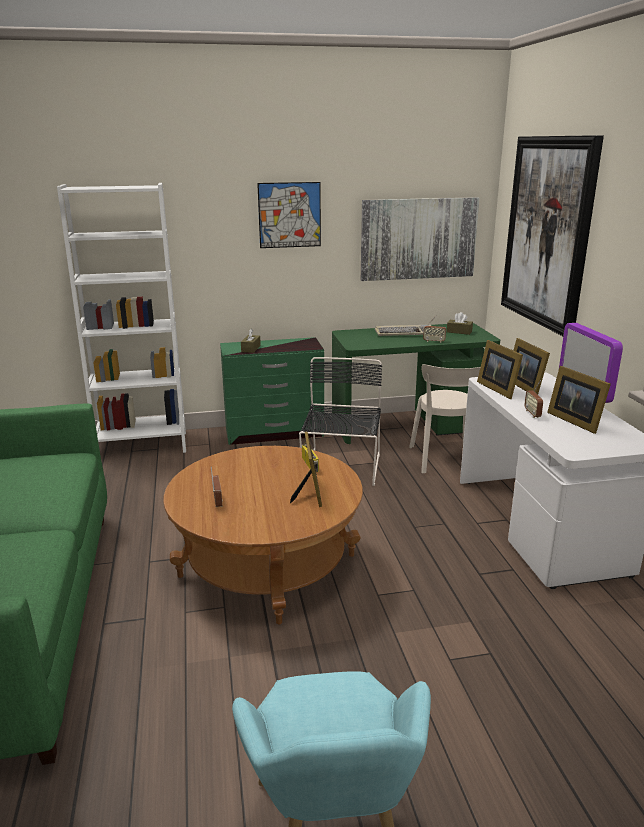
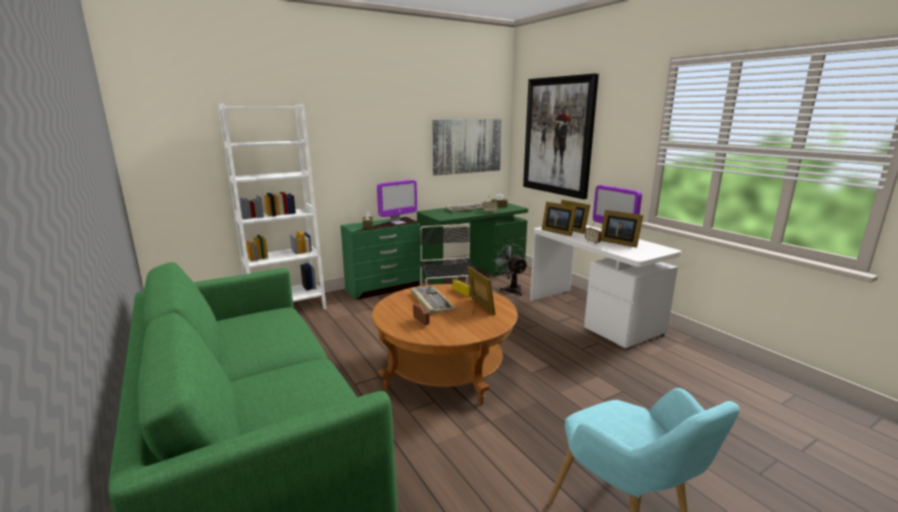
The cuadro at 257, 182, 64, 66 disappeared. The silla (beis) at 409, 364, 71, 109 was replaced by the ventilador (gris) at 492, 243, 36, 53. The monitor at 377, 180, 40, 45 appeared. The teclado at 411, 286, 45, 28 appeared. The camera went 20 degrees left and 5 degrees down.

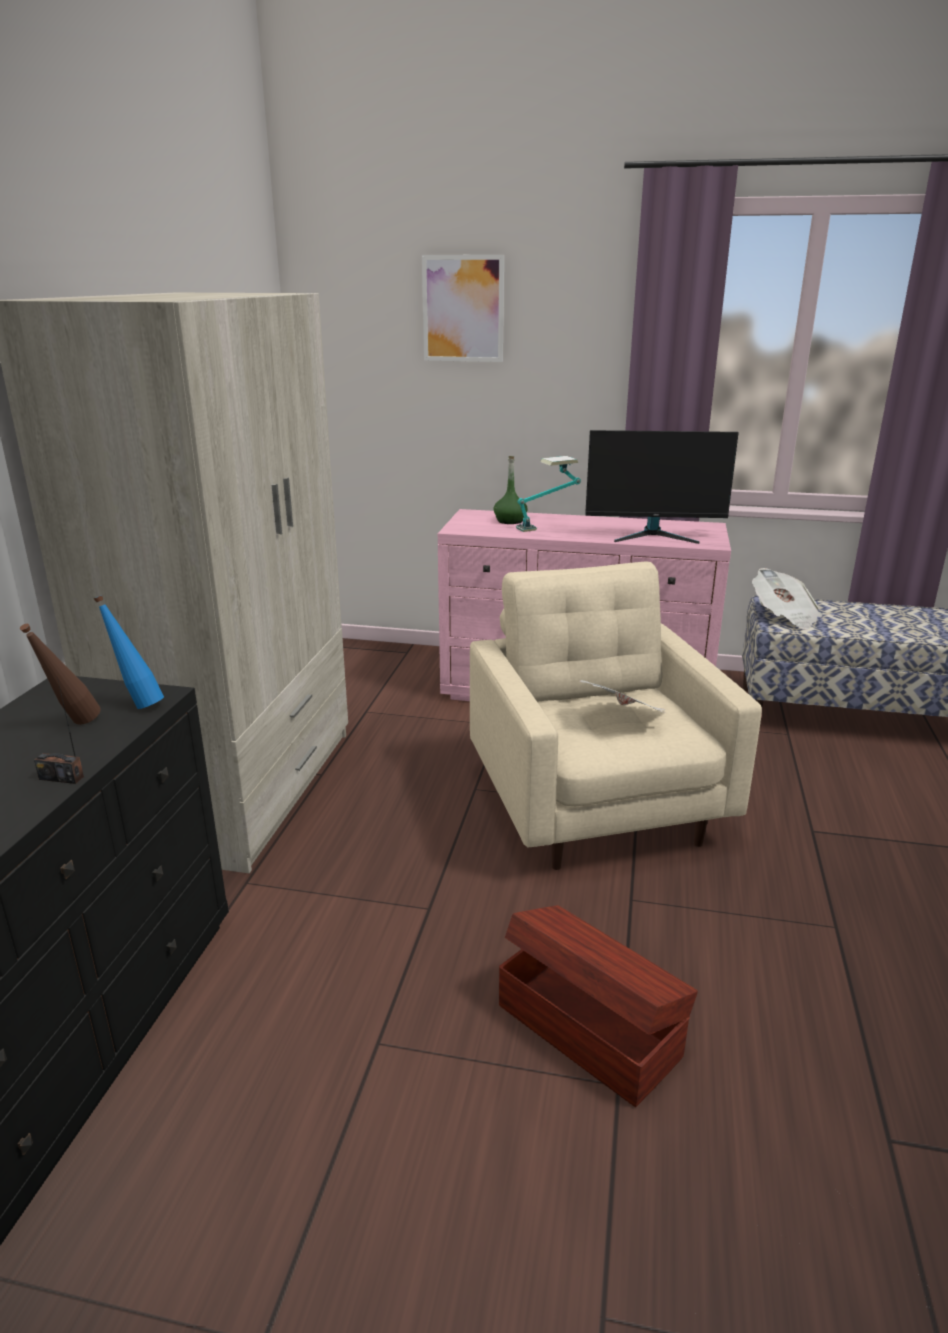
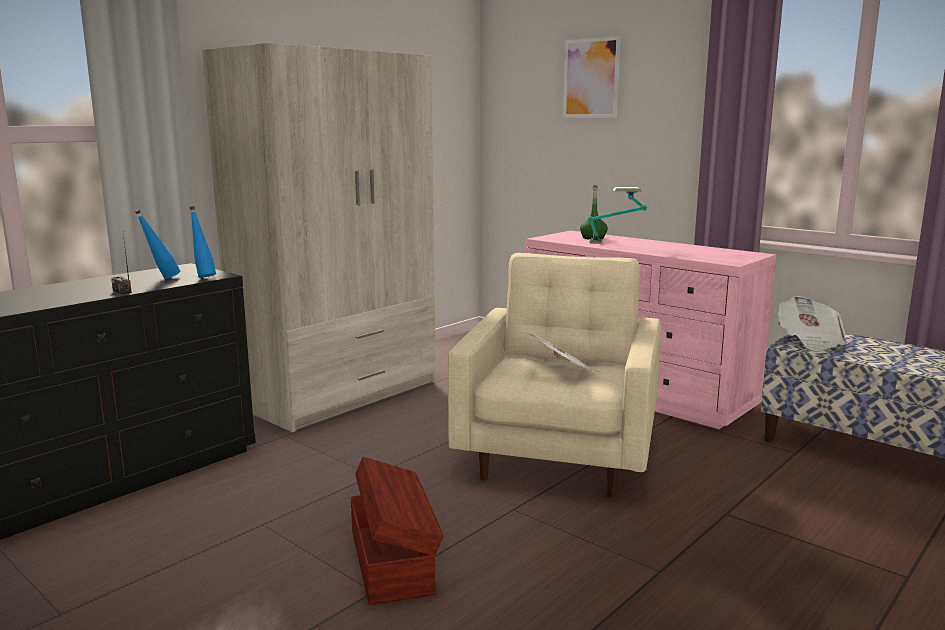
The monitor at 585, 430, 154, 114 disappeared. The botella (marrón) at 20, 624, 81, 101 became the botella (azul) at 135, 209, 45, 70. The camera went 30 degrees right and 10 degrees down.

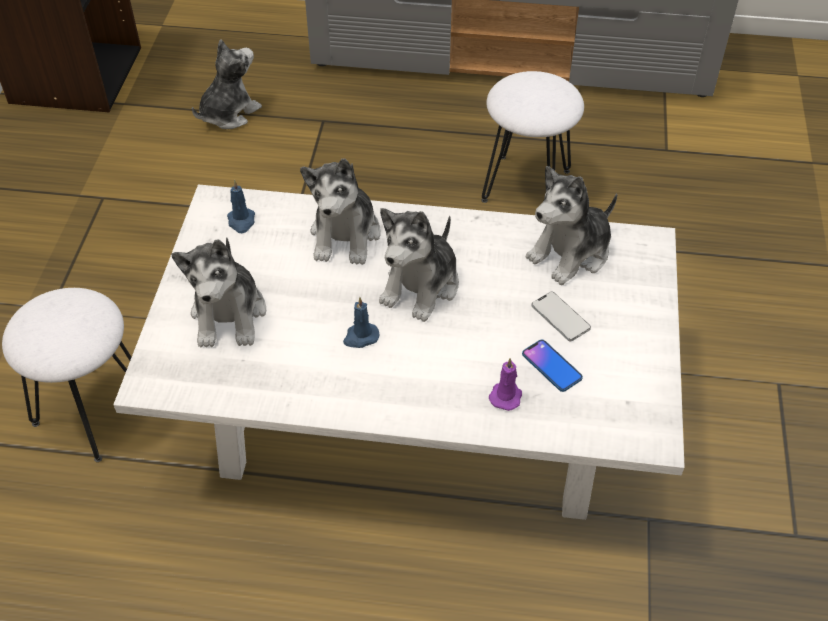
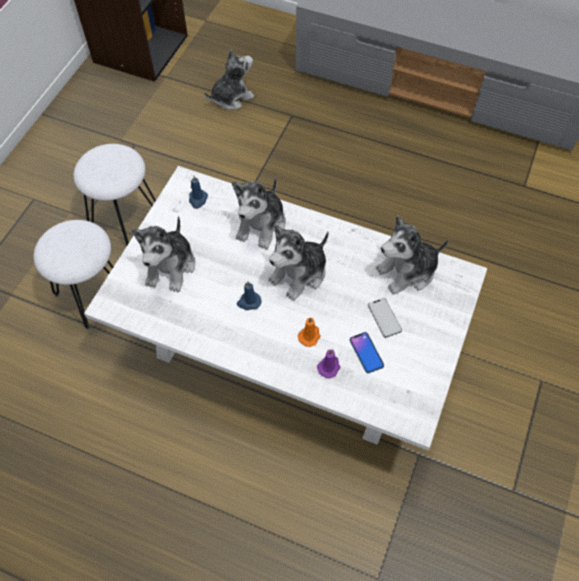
The taburete (blanco) moved from 481, 71, 103, 132 to 74, 144, 82, 101. The vela (naranja) at 298, 317, 23, 30 appeared. The camera went 15 degrees right and 10 degrees up.

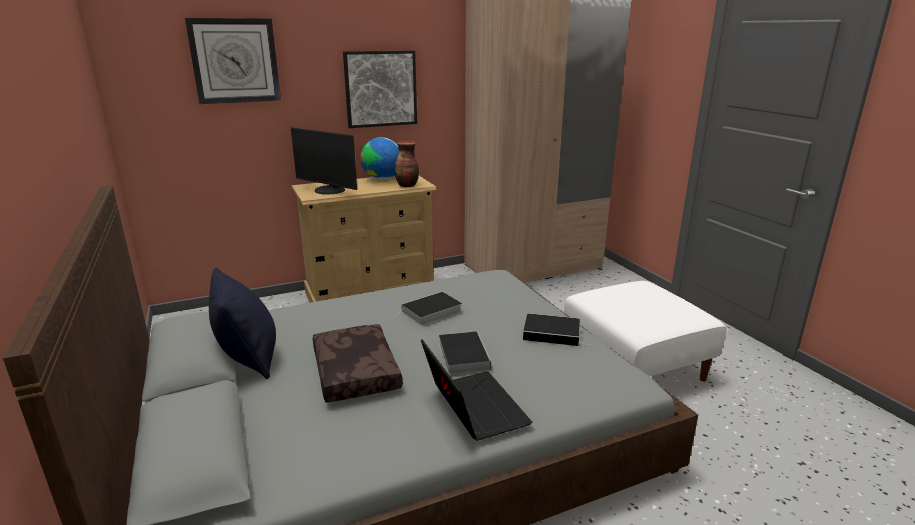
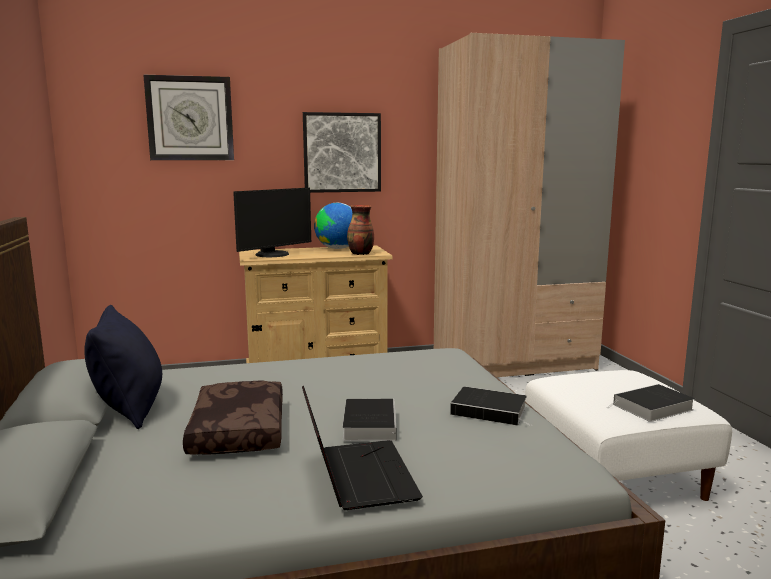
The monitor at 291, 127, 66, 68 turned 90 degrees counterclockwise. The libro moved from 396, 292, 66, 34 to 607, 384, 88, 38. The camera went 10 degrees right and 10 degrees down.

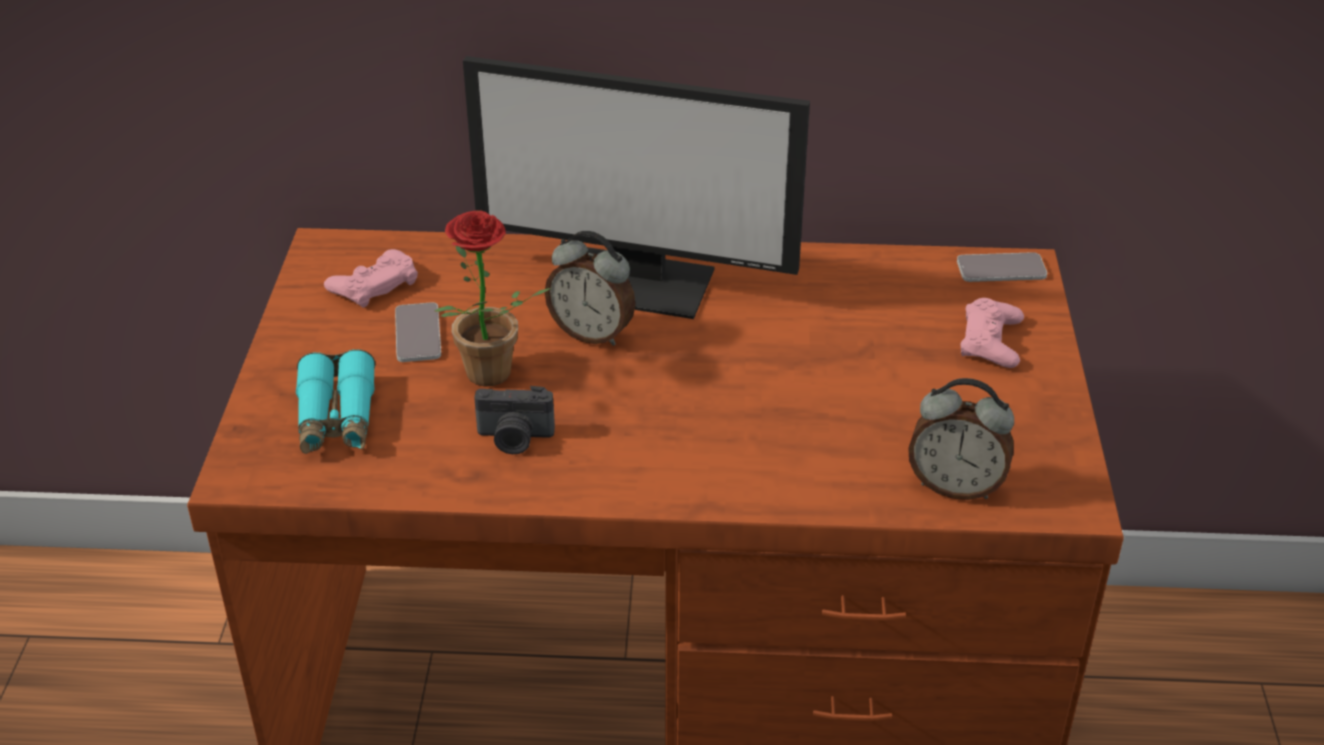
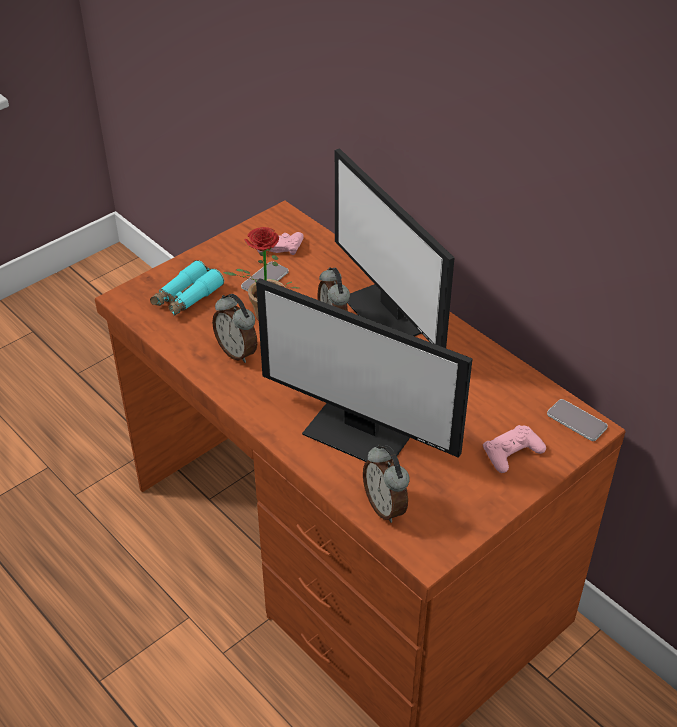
The cámara at 474, 386, 81, 68 was replaced by the despertador at 212, 294, 46, 69. The monitor at 256, 278, 217, 184 appeared. The camera went 45 degrees right and 5 degrees up.

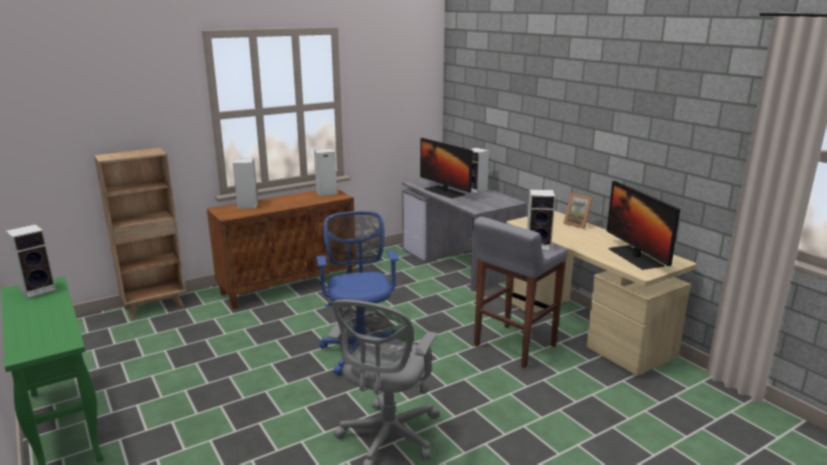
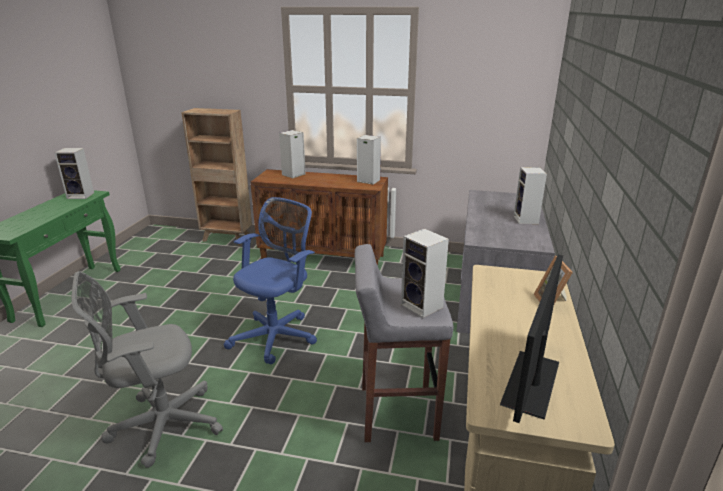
The monitor at 420, 138, 53, 60 disappeared. The camera went 45 degrees right and 5 degrees up.

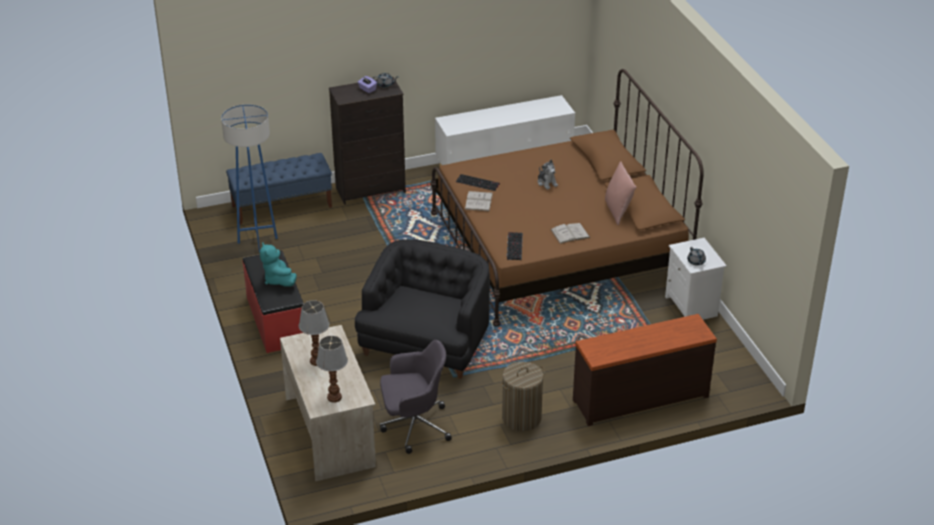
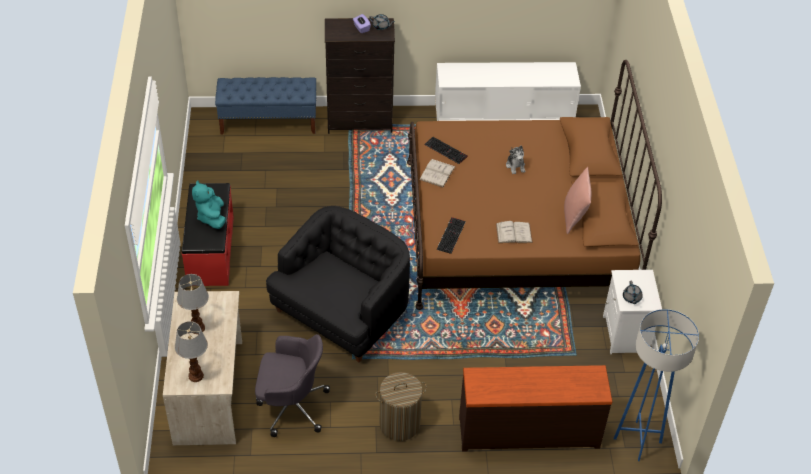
The lámpara de pie (azul) moved from 221, 105, 57, 148 to 613, 309, 86, 152. The camera went 15 degrees right and 10 degrees up.

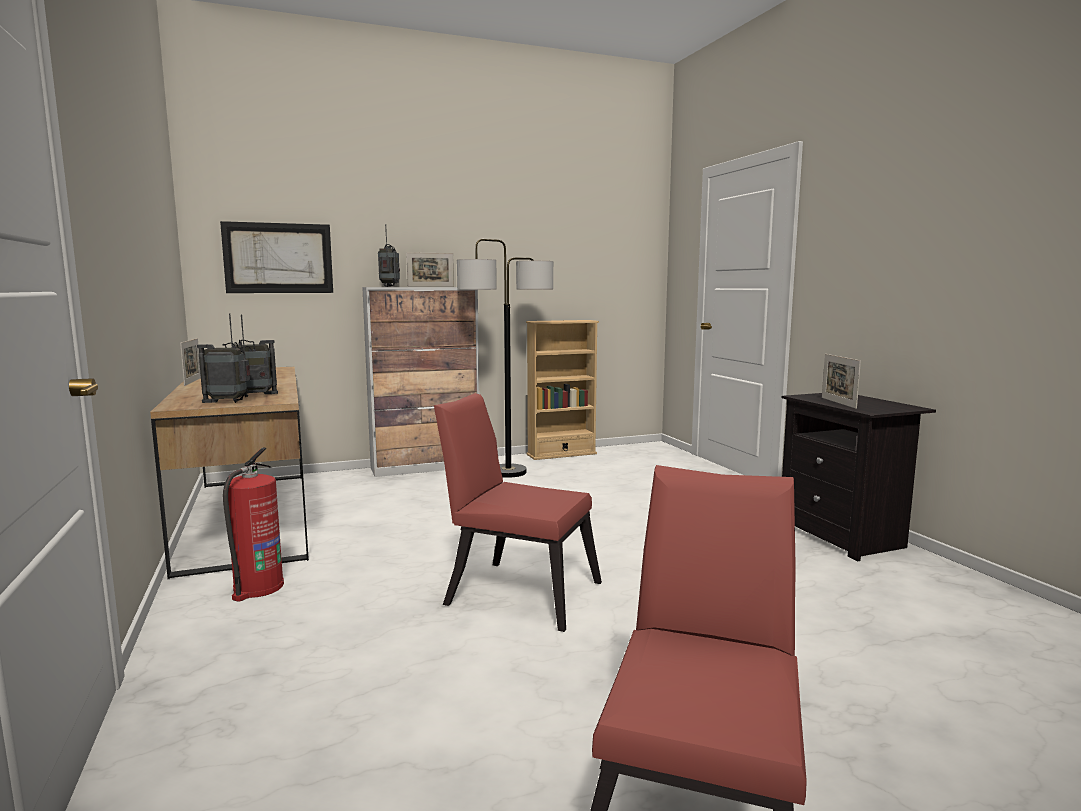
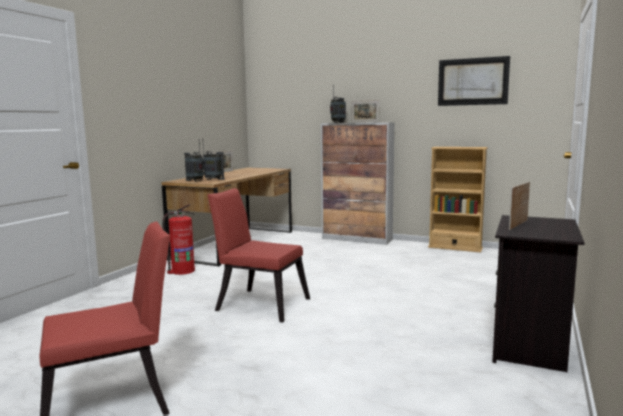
The cuadro moved from 220, 221, 113, 72 to 438, 56, 72, 50. The lámpara de pie at 457, 239, 96, 239 disappeared. The silla (rojo) at 434, 393, 168, 239 turned 45 degrees counterclockwise. The camera went 45 degrees right and 0 degrees up.

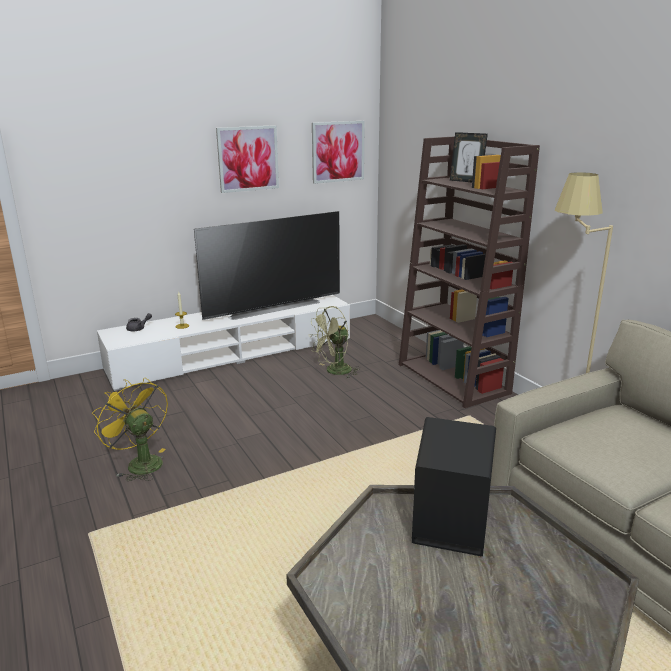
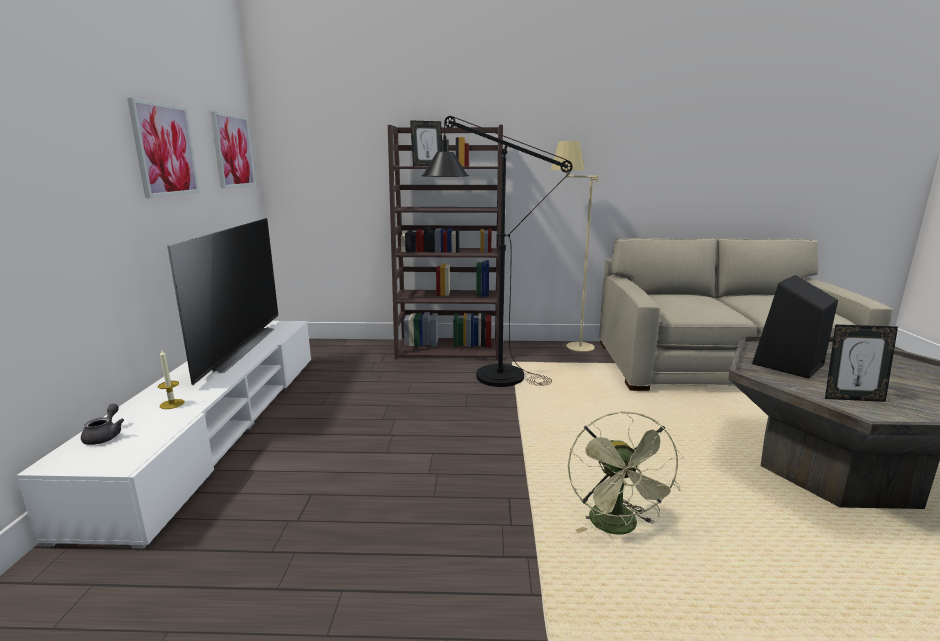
The ventilador (verde) moved from 309, 306, 51, 73 to 568, 411, 116, 124. The ventilador (amarillo) at 92, 378, 76, 103 disappeared. The lámpara de pie (negro) at 421, 116, 152, 271 appeared. The portarretratos at 825, 325, 73, 77 appeared. The camera went 60 degrees left and 5 degrees down.

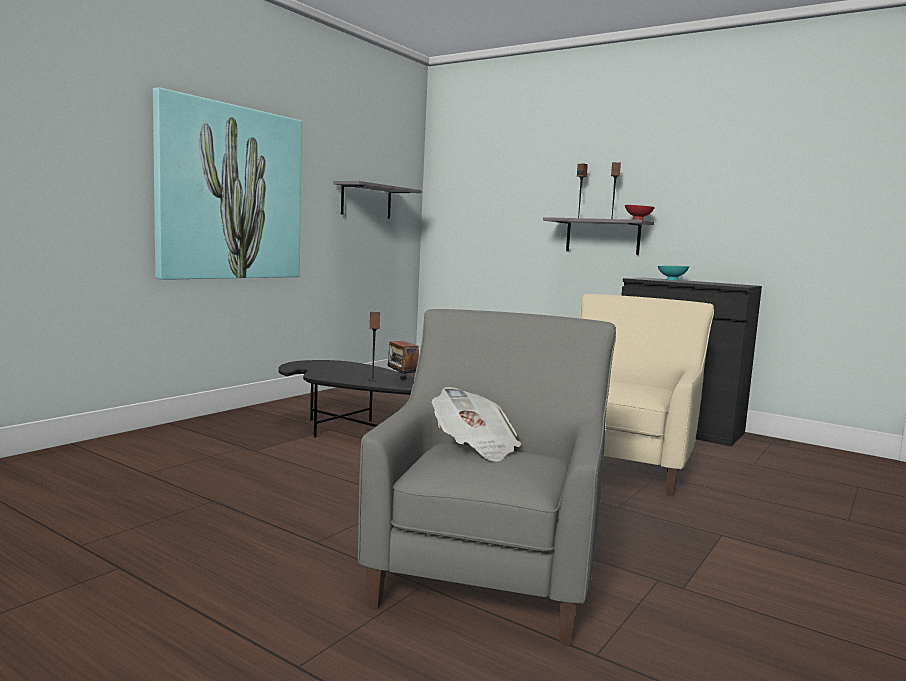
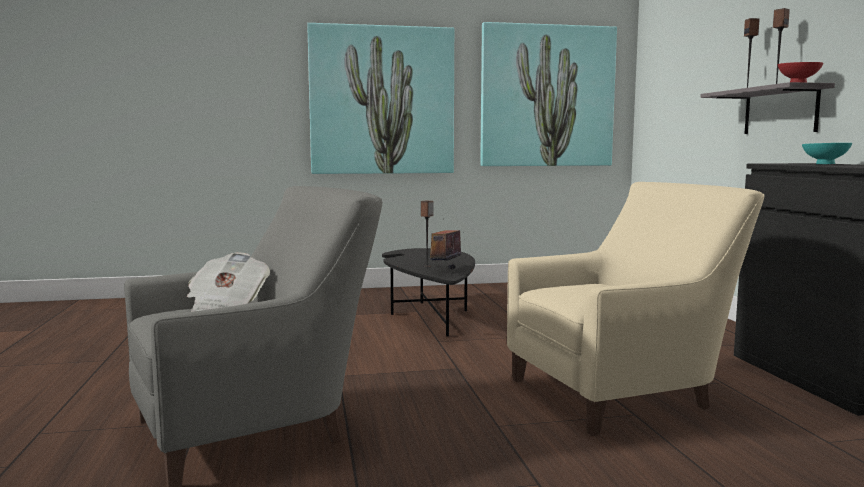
The estante (gris) at 333, 181, 89, 38 was replaced by the cuadro at 480, 22, 137, 144. The camera went 45 degrees right and 0 degrees up.

